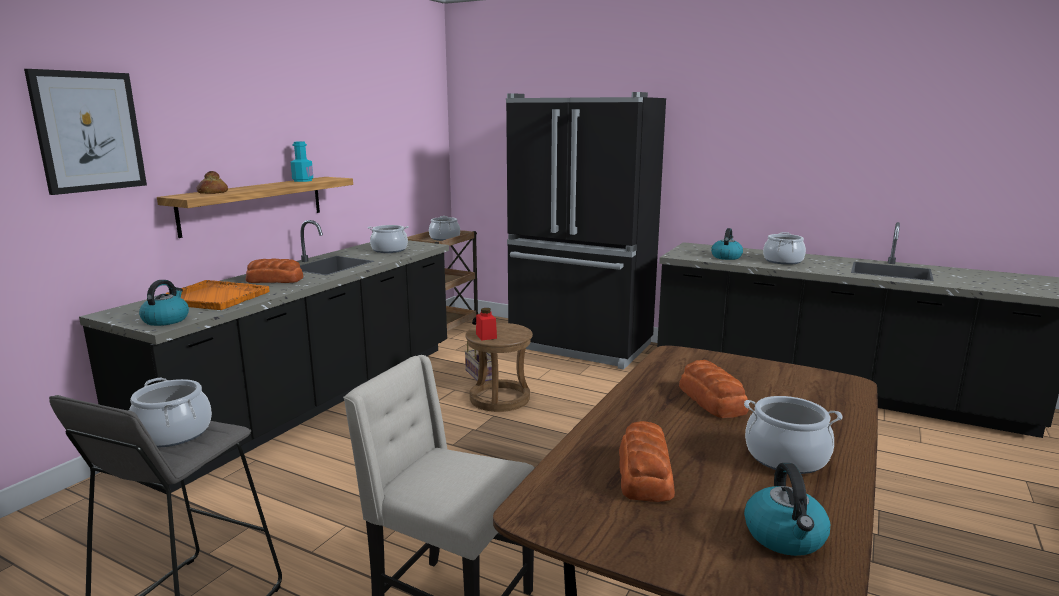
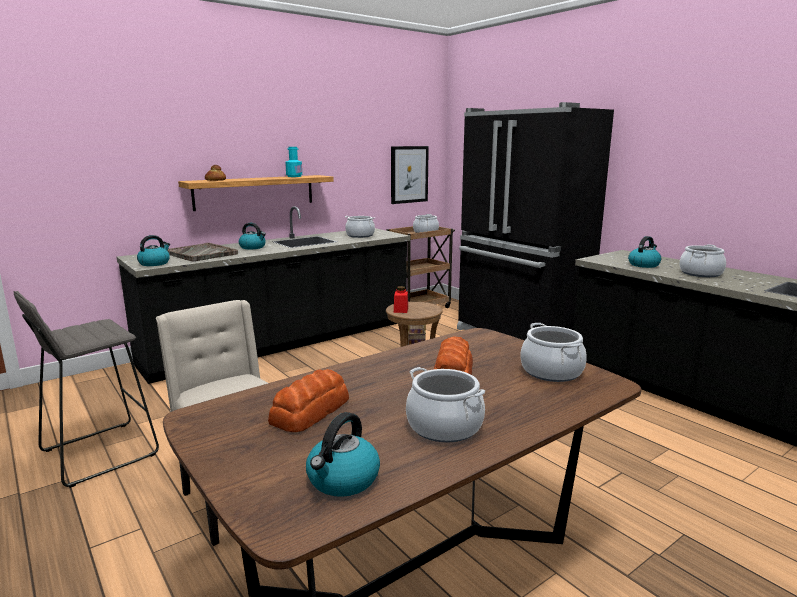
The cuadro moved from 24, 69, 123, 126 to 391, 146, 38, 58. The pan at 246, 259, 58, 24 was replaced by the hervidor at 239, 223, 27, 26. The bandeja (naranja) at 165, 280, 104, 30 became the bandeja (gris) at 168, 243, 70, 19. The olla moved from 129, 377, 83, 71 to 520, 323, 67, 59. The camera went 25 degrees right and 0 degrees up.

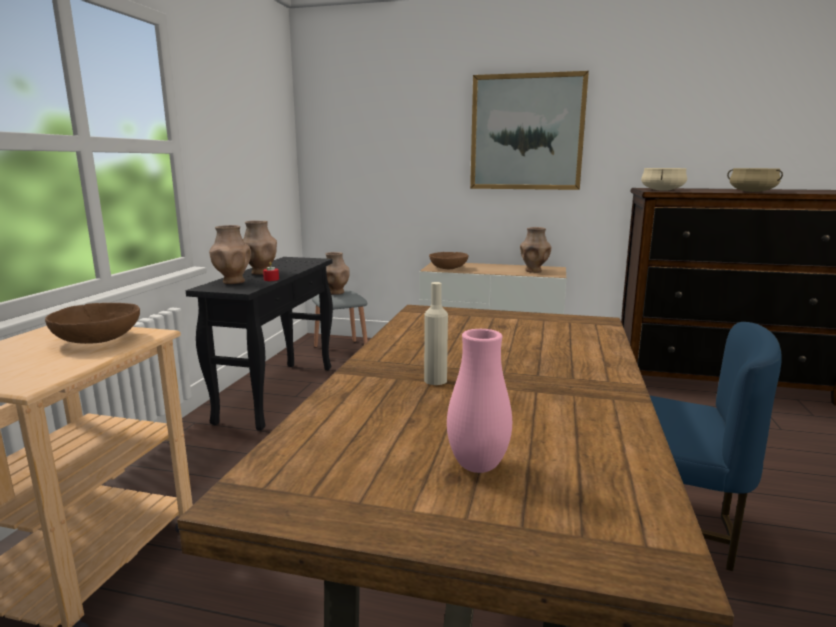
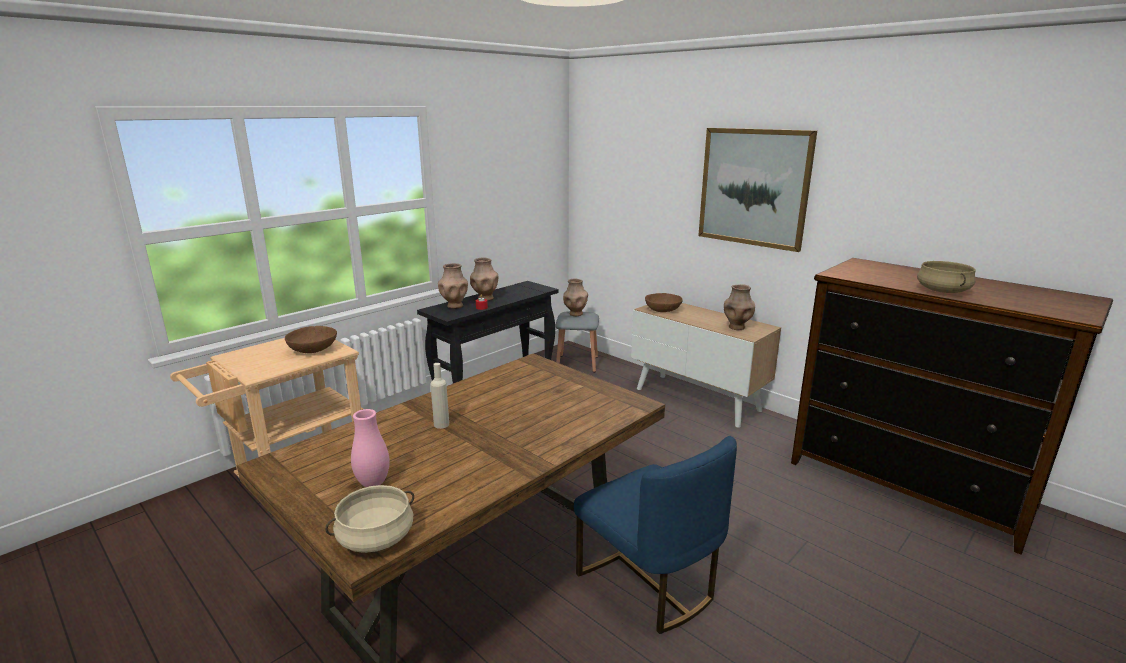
The olla (beis) moved from 641, 168, 46, 23 to 325, 485, 89, 68. The camera went 30 degrees right and 5 degrees up.

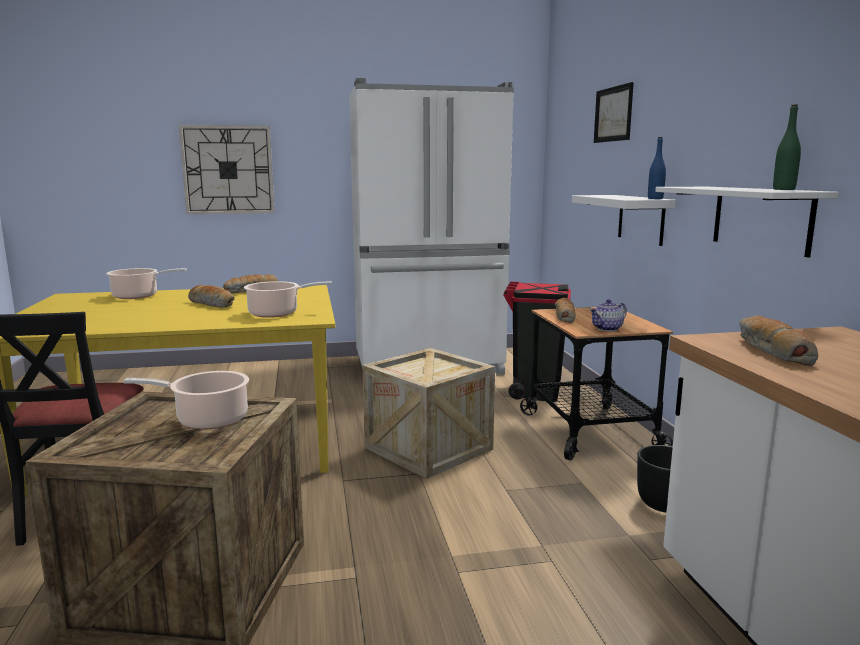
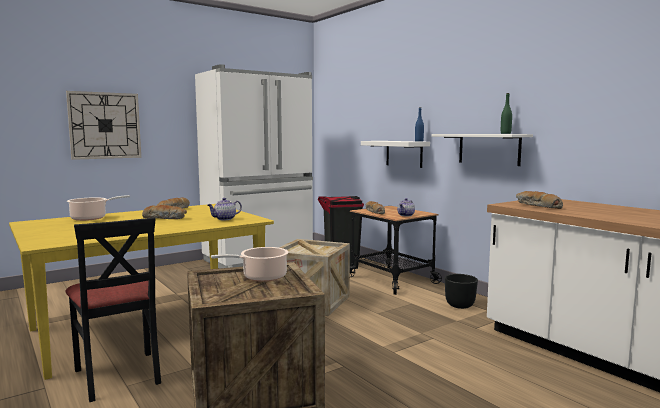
The cuadro at 594, 82, 40, 61 disappeared. The olla at 244, 281, 88, 37 was replaced by the tetera at 207, 198, 35, 22. The camera went 25 degrees left and 5 degrees down.

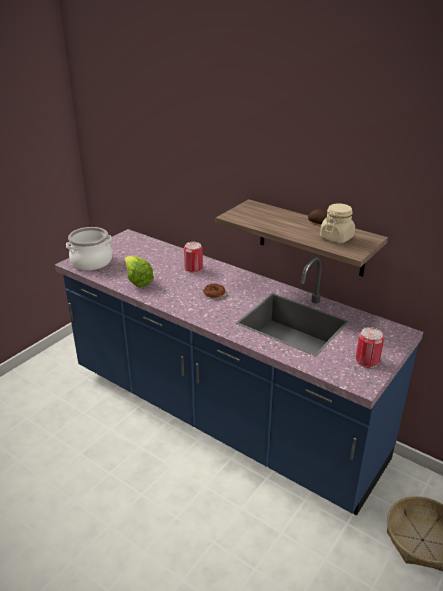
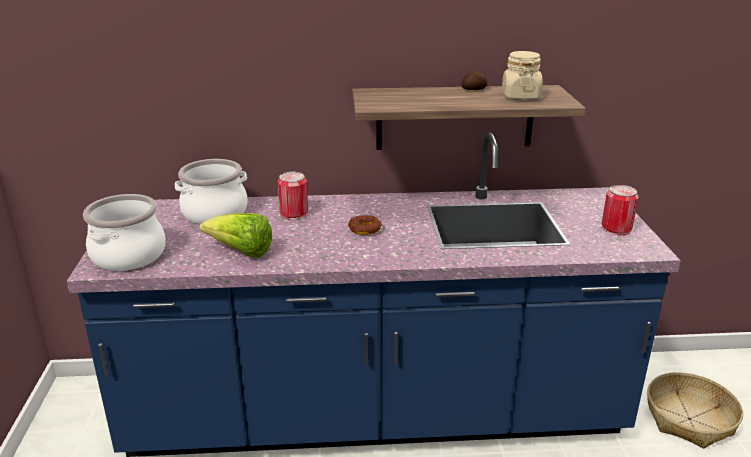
The olla at 175, 159, 72, 65 appeared. The camera went 40 degrees left and 5 degrees down.

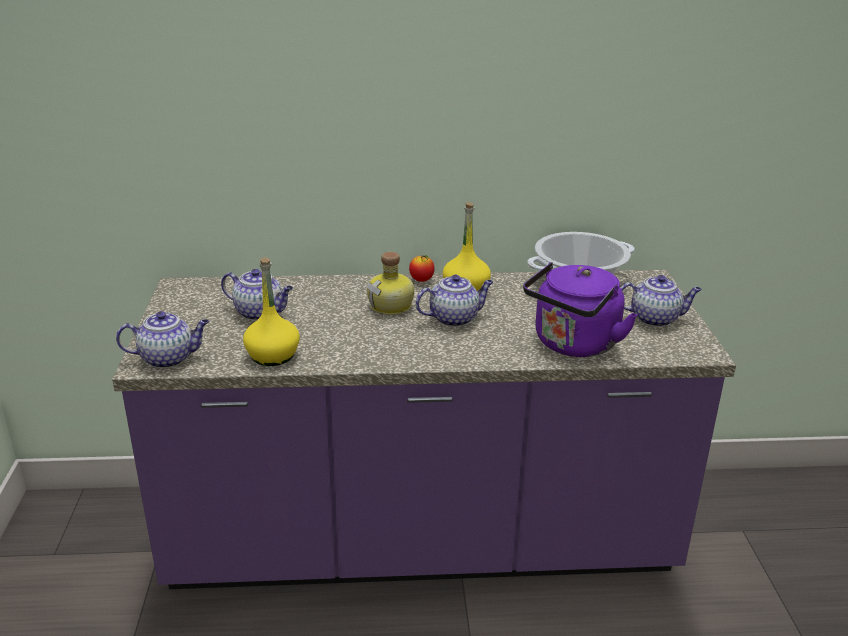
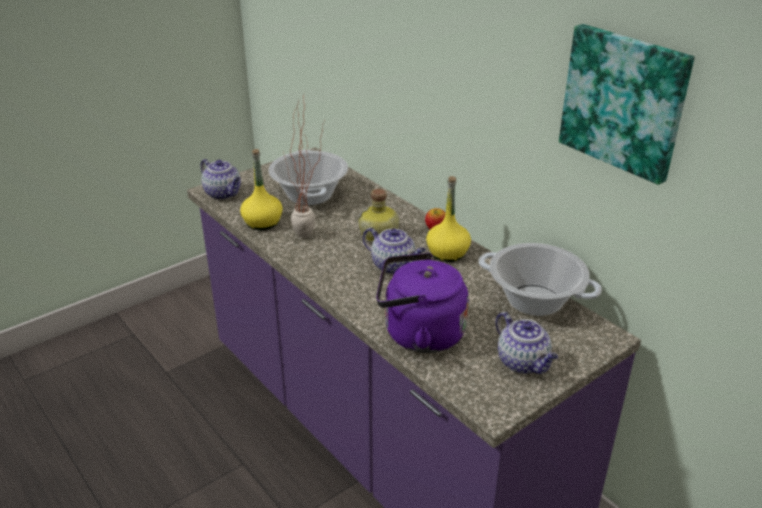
The tetera at 221, 269, 72, 52 was replaced by the olla at 268, 150, 80, 55. The cuadro at 559, 24, 135, 161 appeared. The planta en maceta at 283, 98, 41, 140 appeared. The camera went 55 degrees right and 5 degrees up.

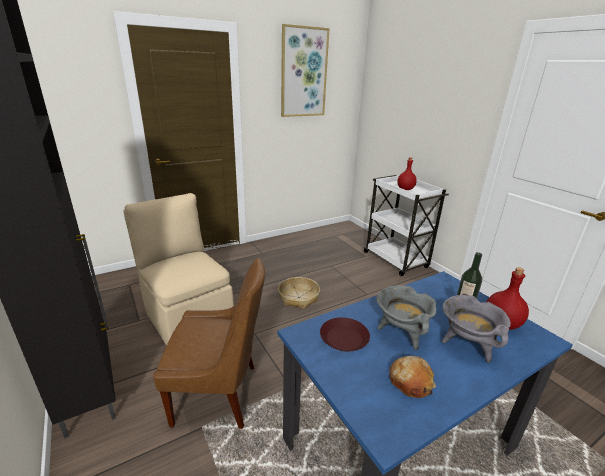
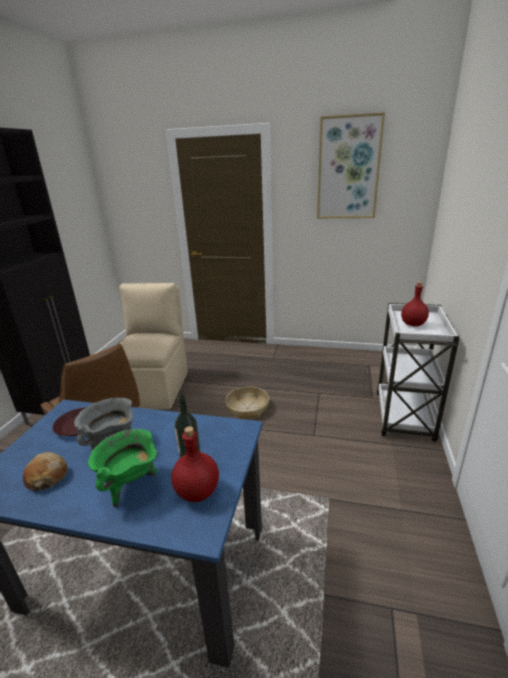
The olla (gris) at 442, 295, 69, 68 became the olla (verde) at 88, 429, 70, 78. The camera went 45 degrees right and 0 degrees up.

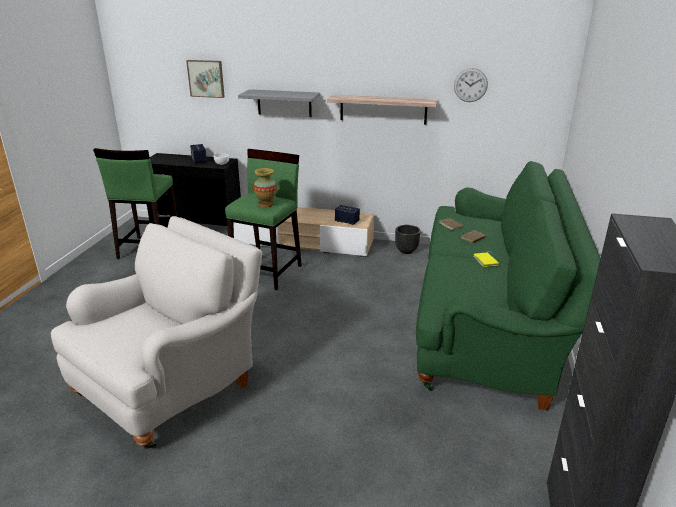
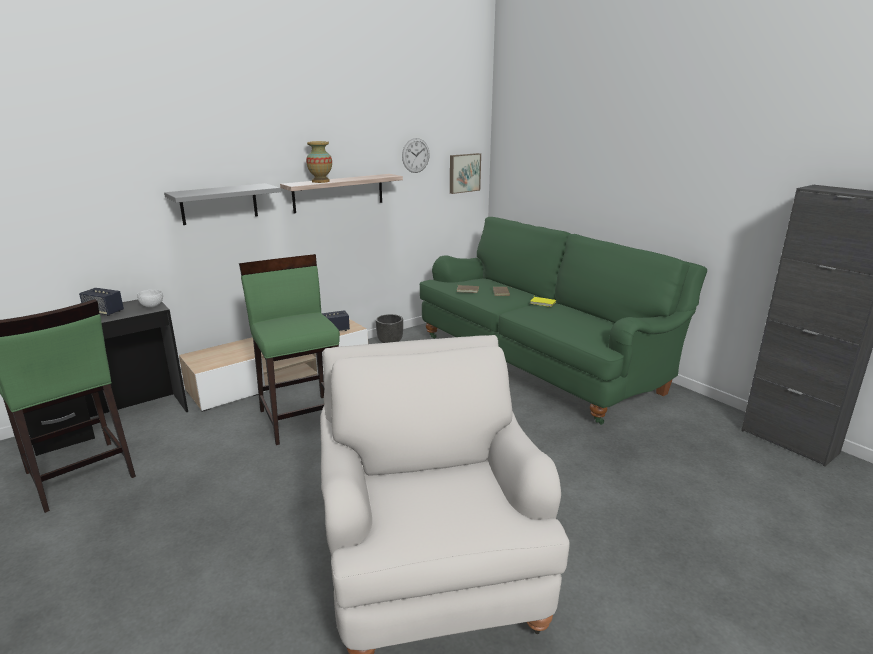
The cuadro moved from 186, 60, 39, 38 to 450, 153, 31, 41. The florero moved from 254, 168, 23, 39 to 306, 141, 26, 42. The camera went 50 degrees left and 5 degrees down.

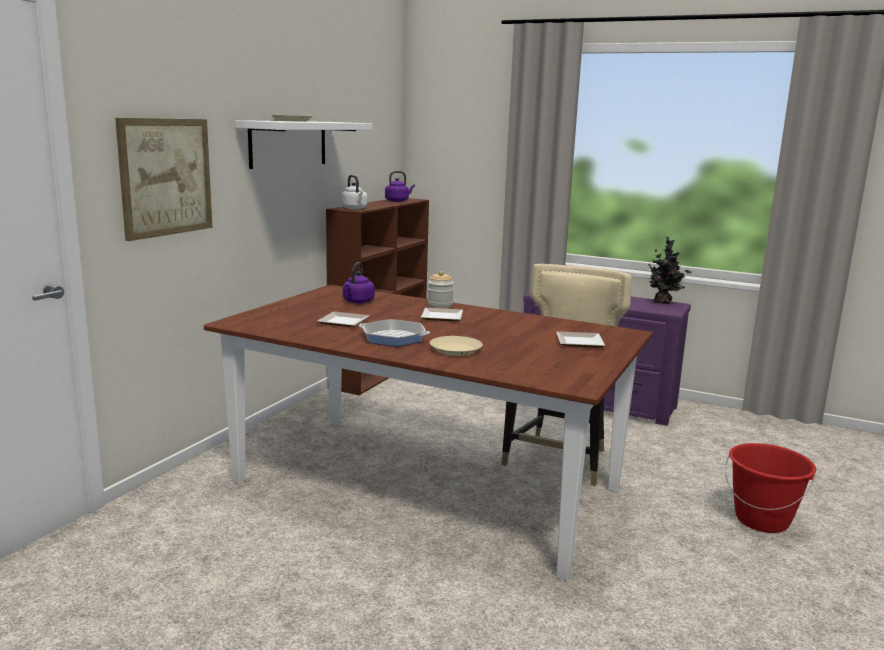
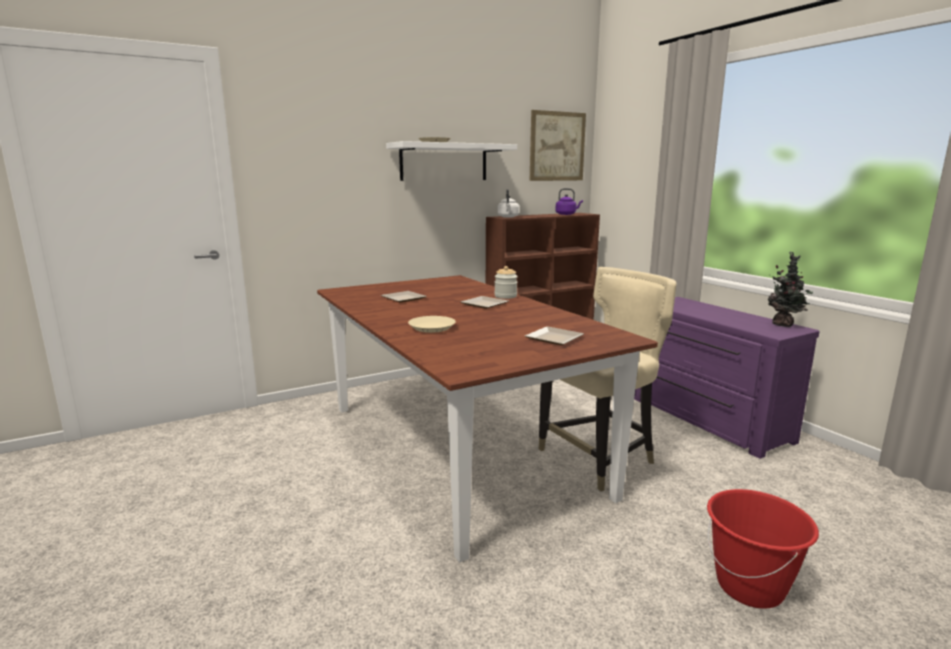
The cuadro moved from 115, 118, 97, 123 to 530, 110, 56, 71. The hervidor (morado) at 343, 262, 32, 41 disappeared. The sartén at 359, 319, 71, 27 disappeared. The camera went 35 degrees right and 0 degrees up.

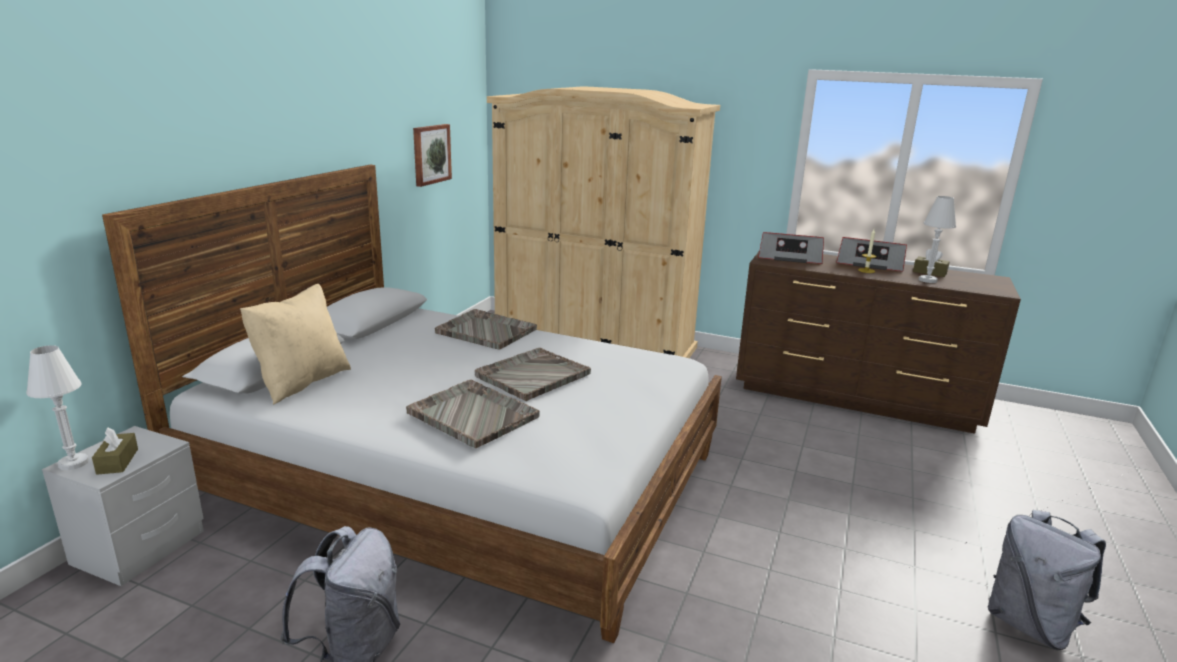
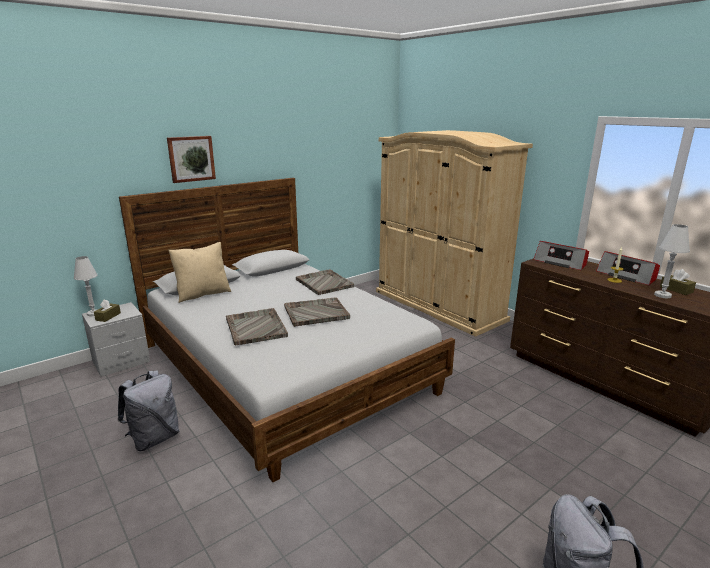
The cuadro moved from 413, 124, 39, 63 to 167, 136, 49, 47. The camera went 30 degrees right and 0 degrees up.

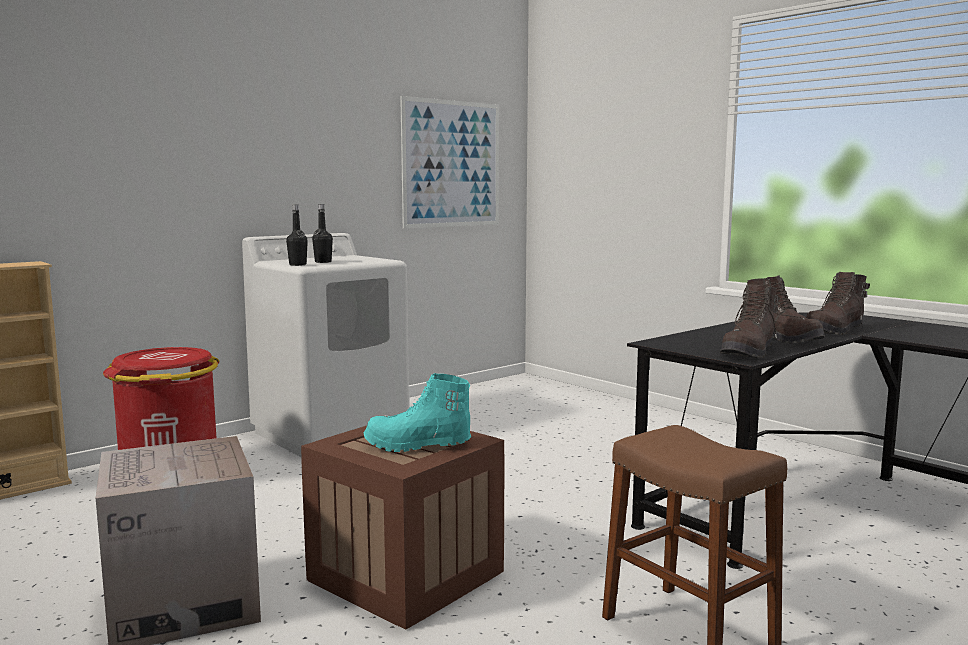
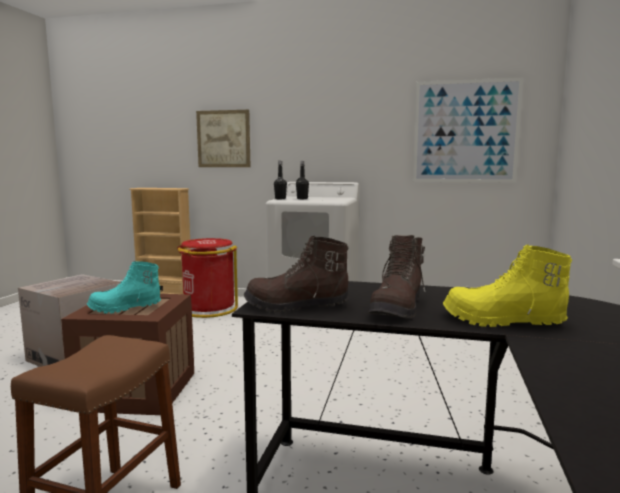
The bota (marrón) at 806, 272, 64, 63 became the bota (amarillo) at 443, 244, 129, 83. The bota (turquesa) at 364, 373, 107, 79 turned 75 degrees counterclockwise. The cuadro at 196, 110, 54, 57 appeared. The camera went 55 degrees right and 0 degrees up.

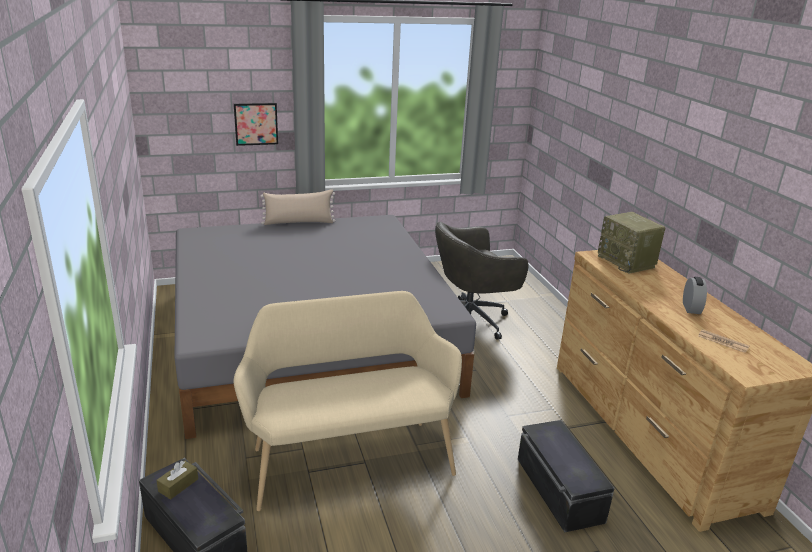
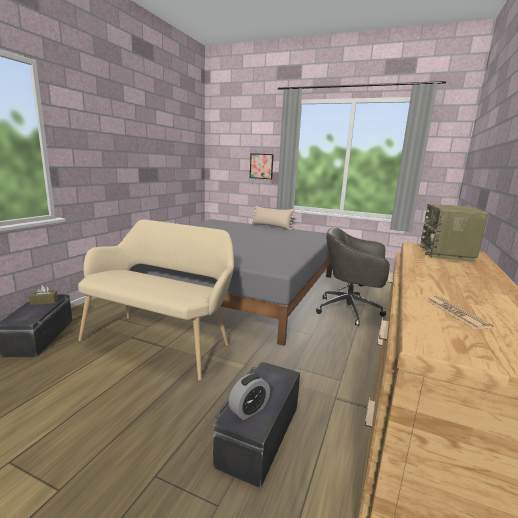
The despertador moved from 683, 277, 24, 37 to 229, 374, 41, 46. The camera went 40 degrees right and 10 degrees down.

